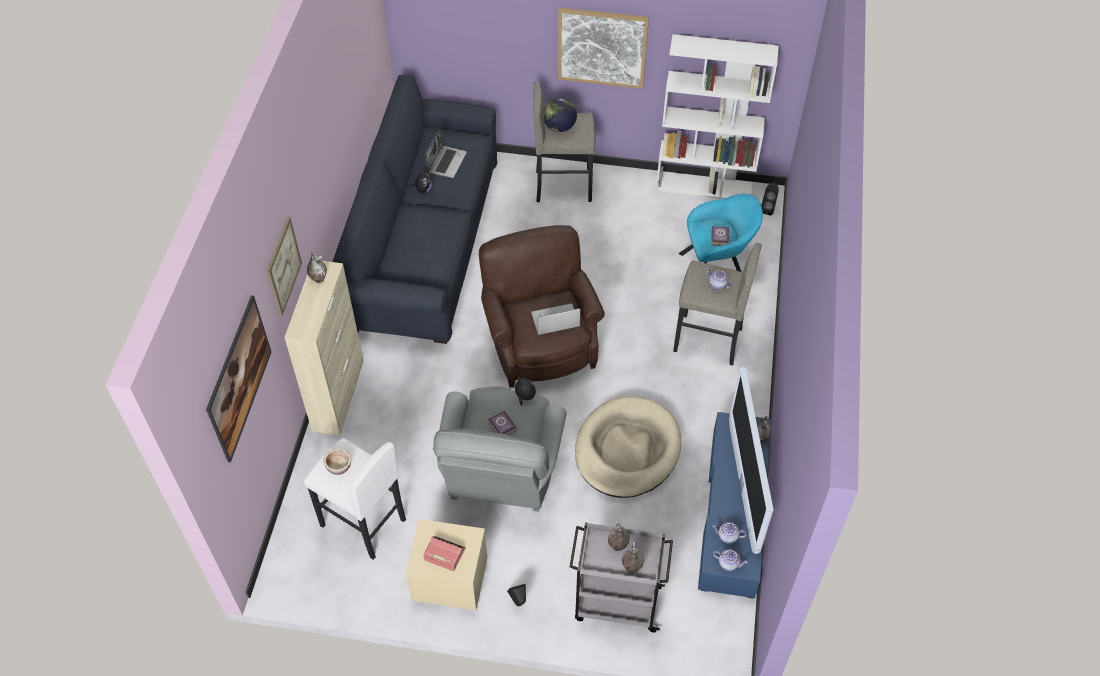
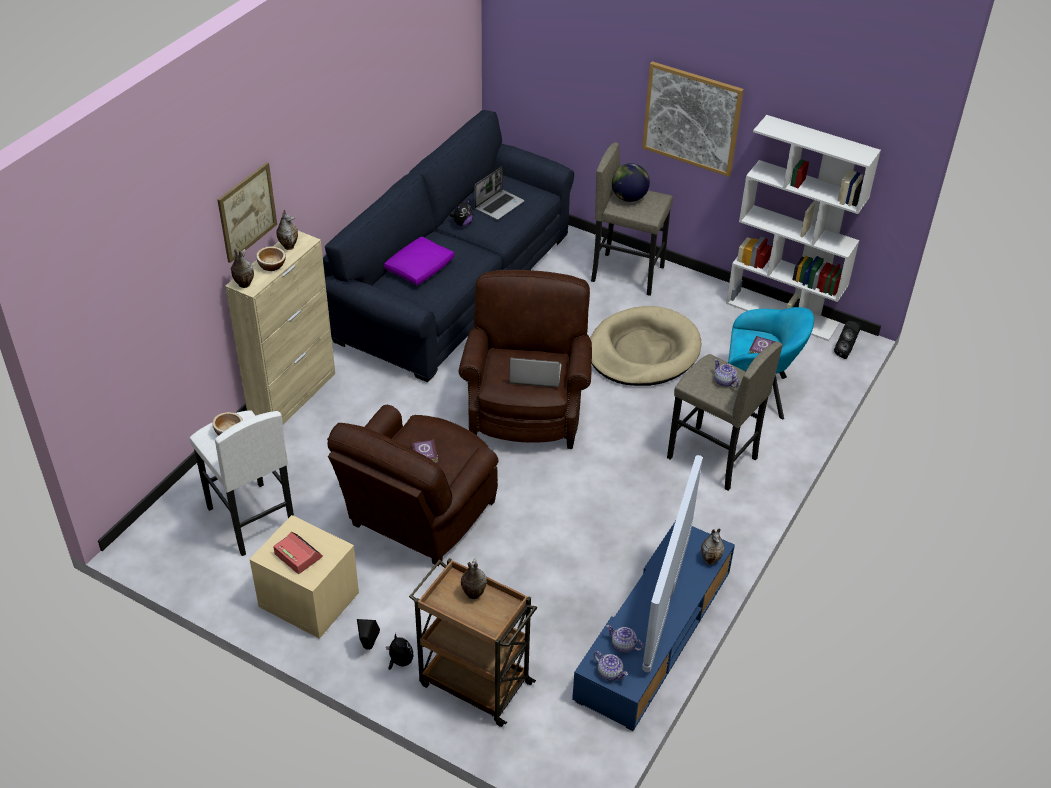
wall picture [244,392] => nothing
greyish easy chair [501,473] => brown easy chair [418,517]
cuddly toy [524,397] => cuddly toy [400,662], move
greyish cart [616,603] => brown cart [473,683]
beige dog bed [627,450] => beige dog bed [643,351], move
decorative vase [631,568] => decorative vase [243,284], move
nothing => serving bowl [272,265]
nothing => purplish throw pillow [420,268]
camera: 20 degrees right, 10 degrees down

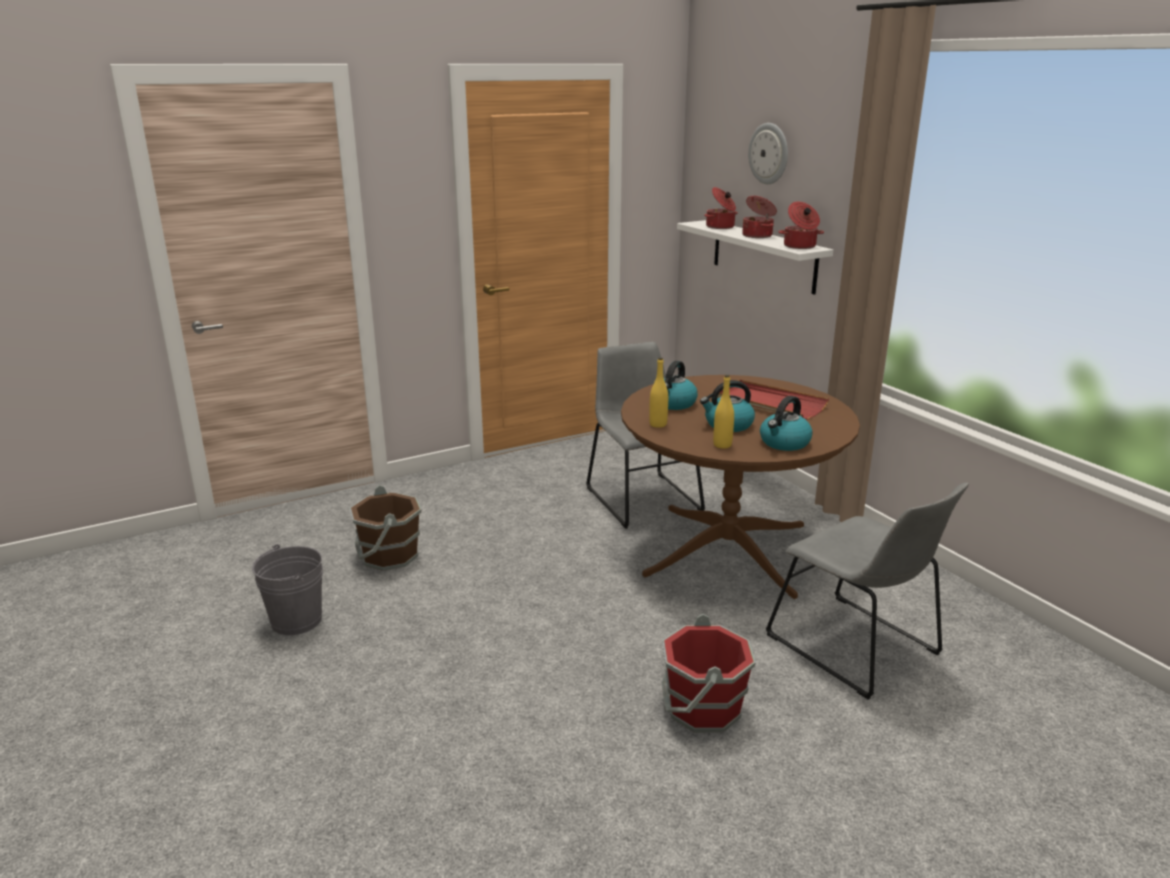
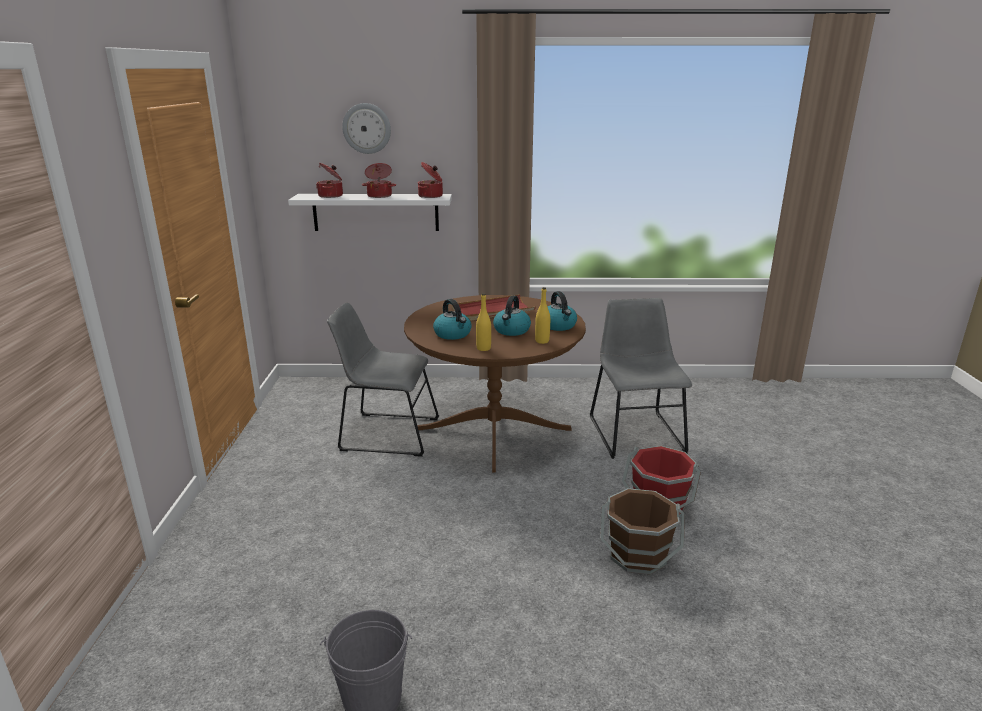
brown pail [388,556] => brown pail [638,555], move
greyish chair [857,648] => greyish chair [635,432], 90 degrees counterclockwise
camera: 60 degrees left, 0 degrees up

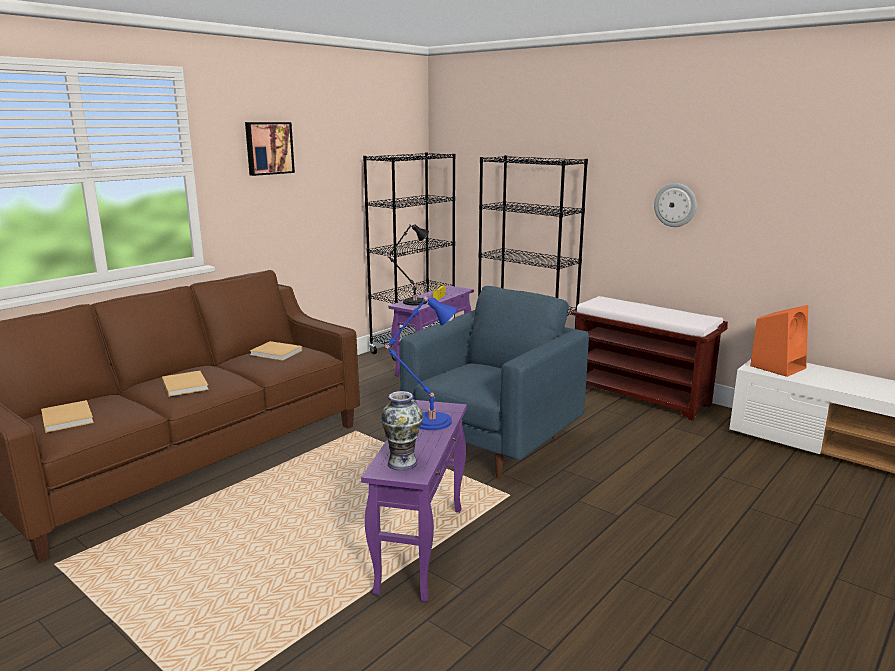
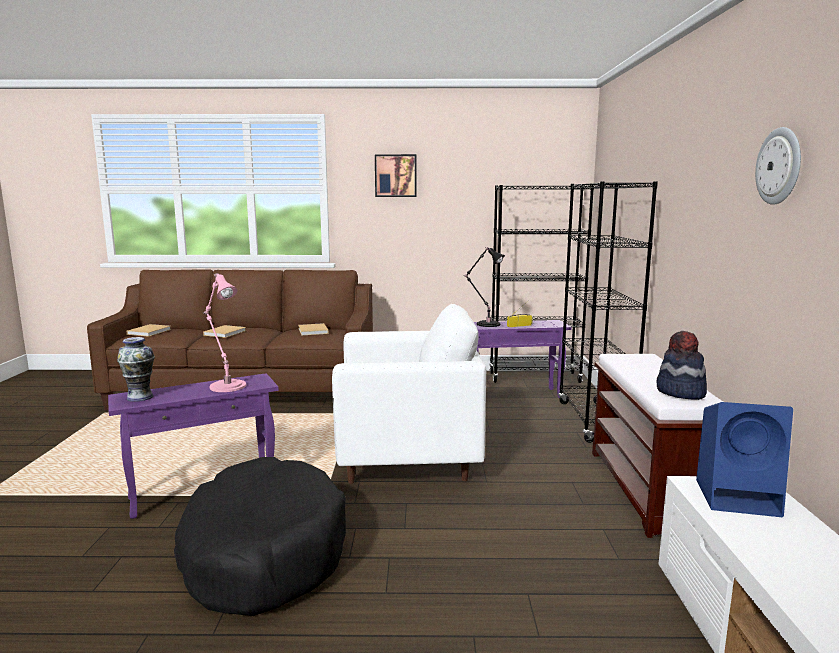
blue tabletop lamp [428,421] => pinkish tabletop lamp [226,385]
blue easy chair [492,444] => whitish easy chair [407,461]
wall clock [675,205] => wall clock [779,166], move
orangey audio speaker [778,367] => blue audio speaker [739,497]
nothing => black-coloured dog bed [263,552]
nothing => wearable hat [680,392]
camera: 50 degrees right, 5 degrees down

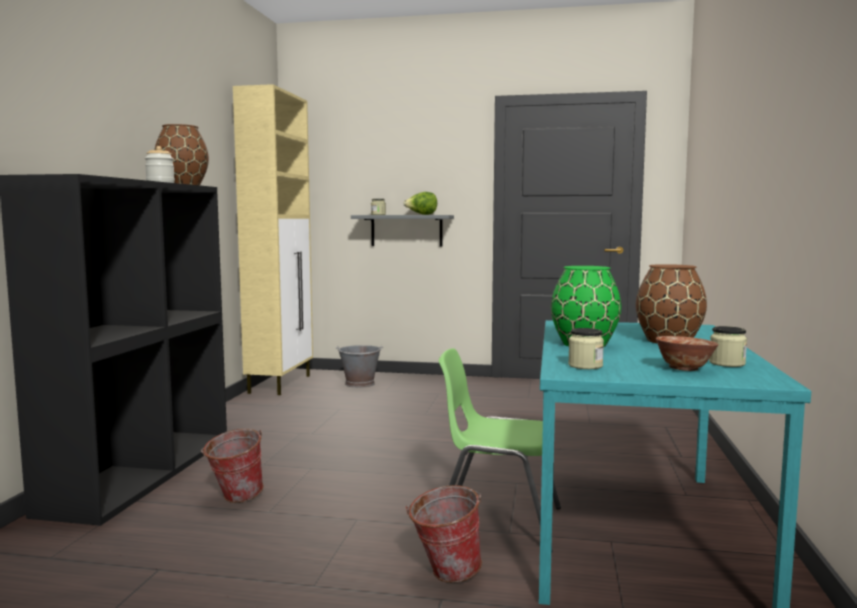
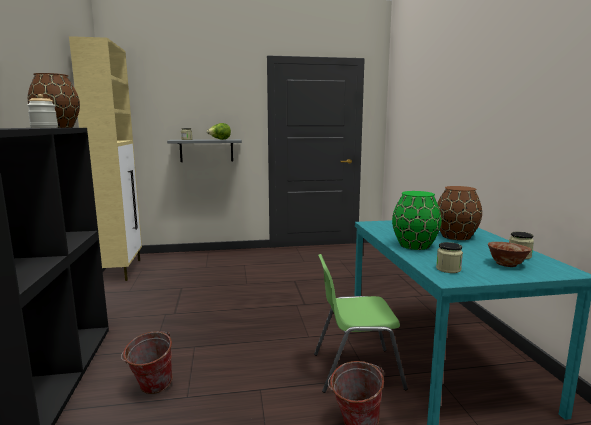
greyish pail [360,384] => nothing
camera: 20 degrees left, 5 degrees up

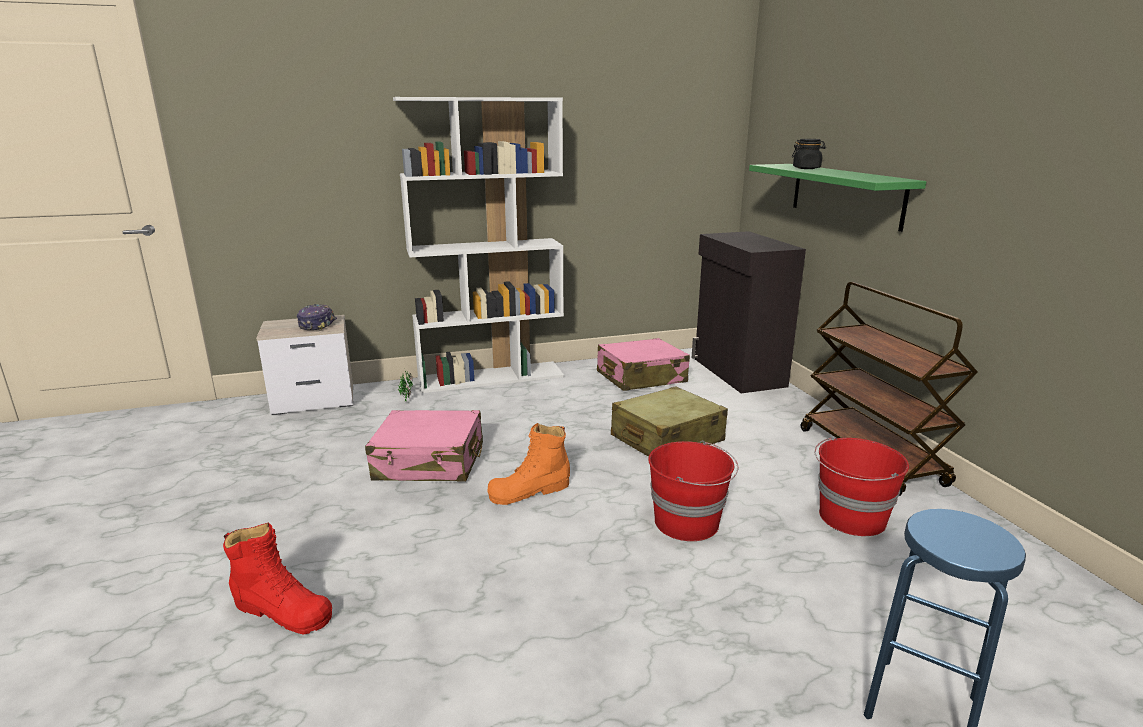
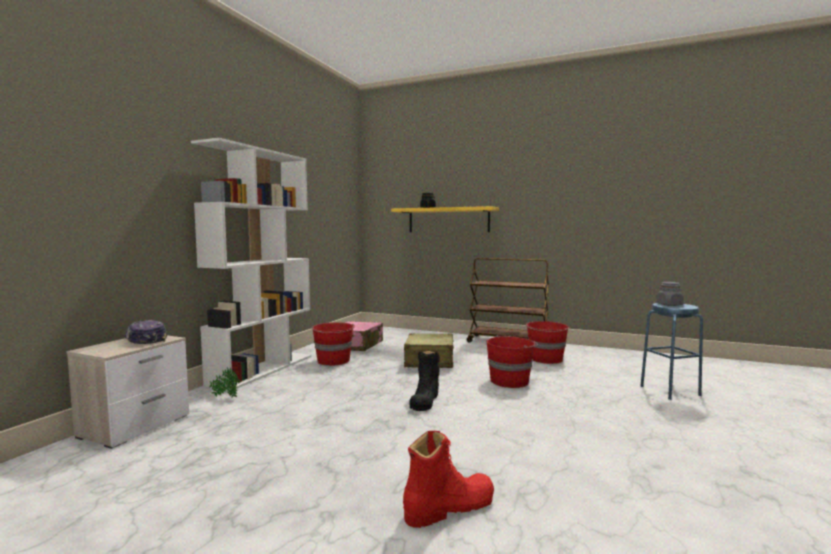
pinkish piece of luggage [429,462] => nothing
orangey boot [529,491] => black-coloured boot [425,400]
black-coloured cupboard [737,373] => nothing
green-coloured wall shelf [845,194] => yellow wall shelf [448,220]
nothing => red-coloured pail [334,361]
nothing => greyish jar [669,305]
camera: 50 degrees left, 15 degrees down

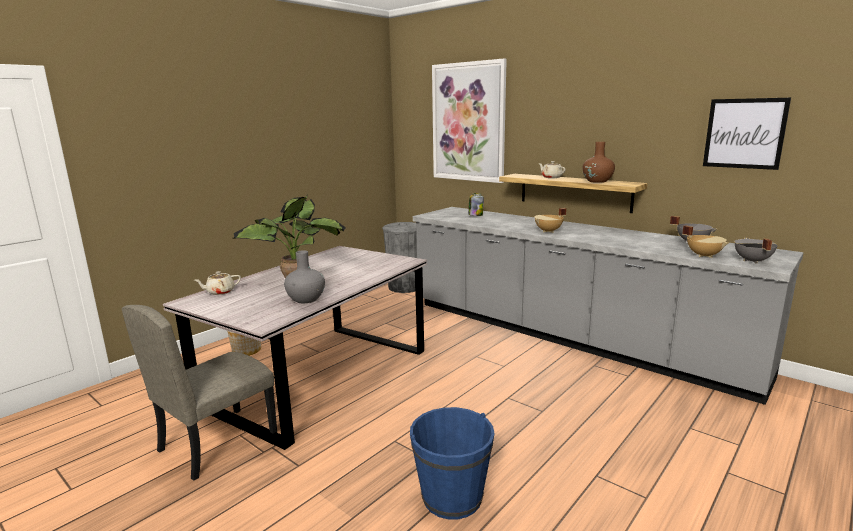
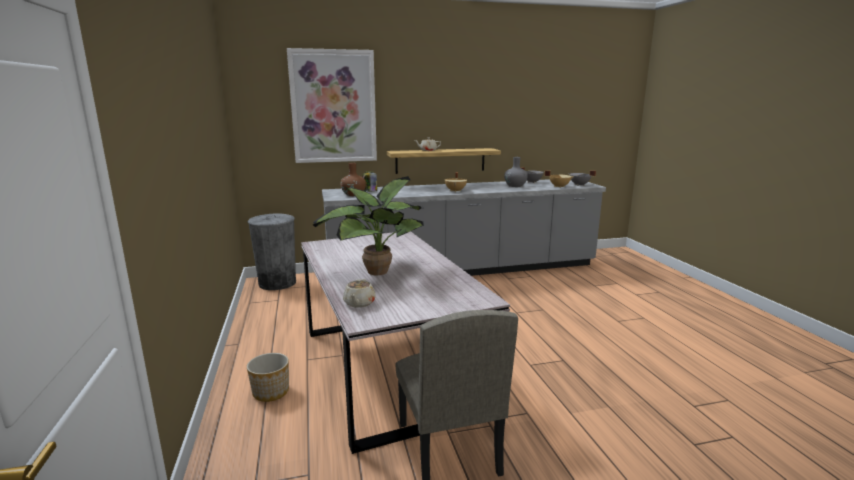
greyish decorative vase [306,299] => greyish decorative vase [515,186], move
blue pail [452,497] => nothing
brown decorative vase [597,181] => brown decorative vase [353,194], move
wall picture [744,133] => nothing
camera: 55 degrees left, 0 degrees up

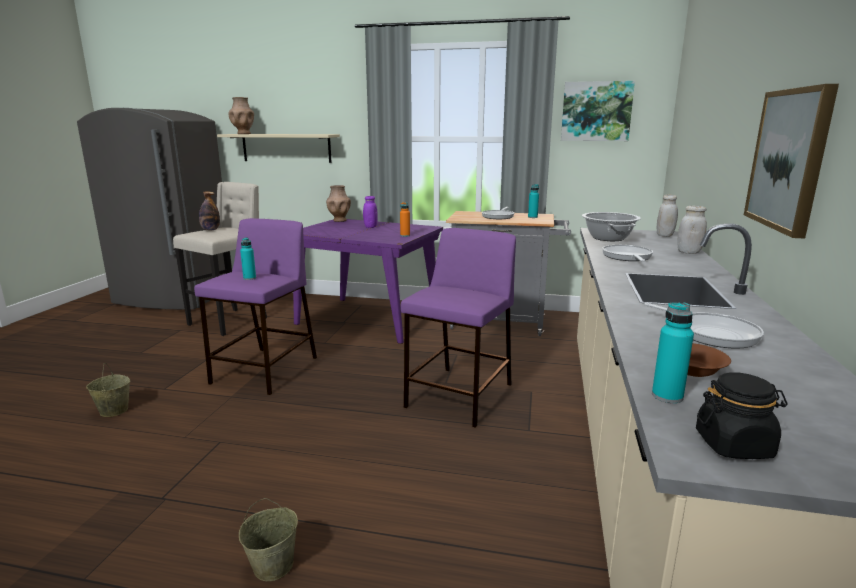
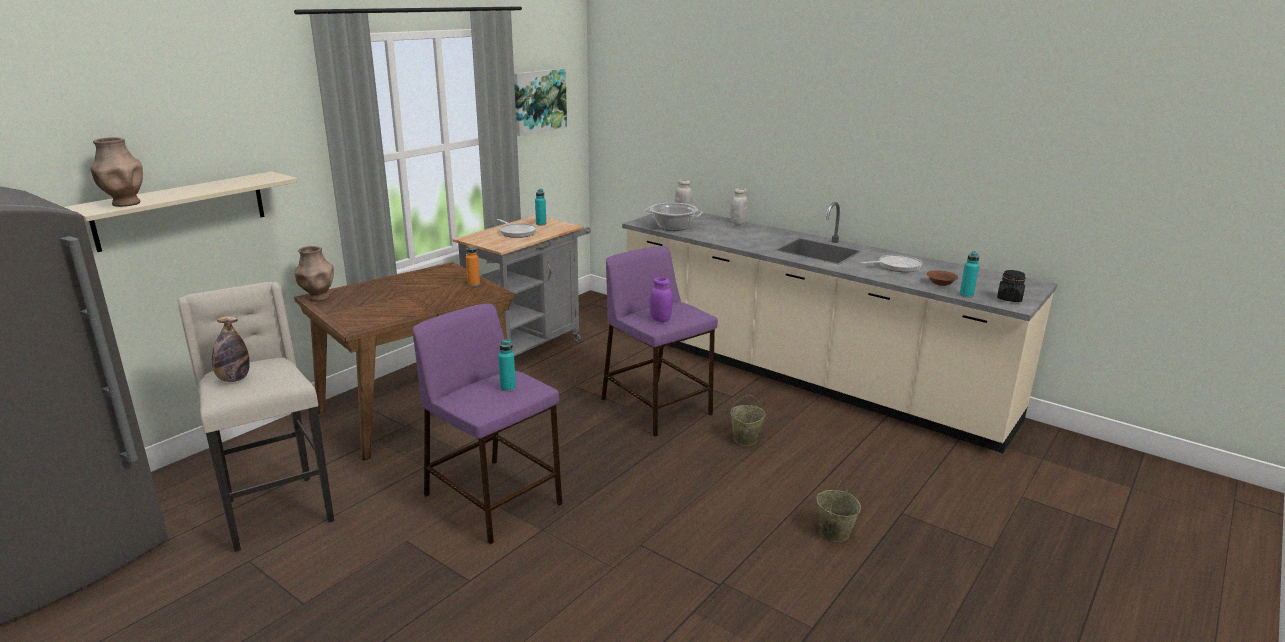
beige pail [113,410] => beige pail [745,440], move
purplish dinner table [369,319] => brown dinner table [418,408]
purplish jar [370,227] => purplish jar [660,319], move
frying pan [627,257] => nothing
wall picture [789,159] => nothing
camera: 65 degrees left, 5 degrees up

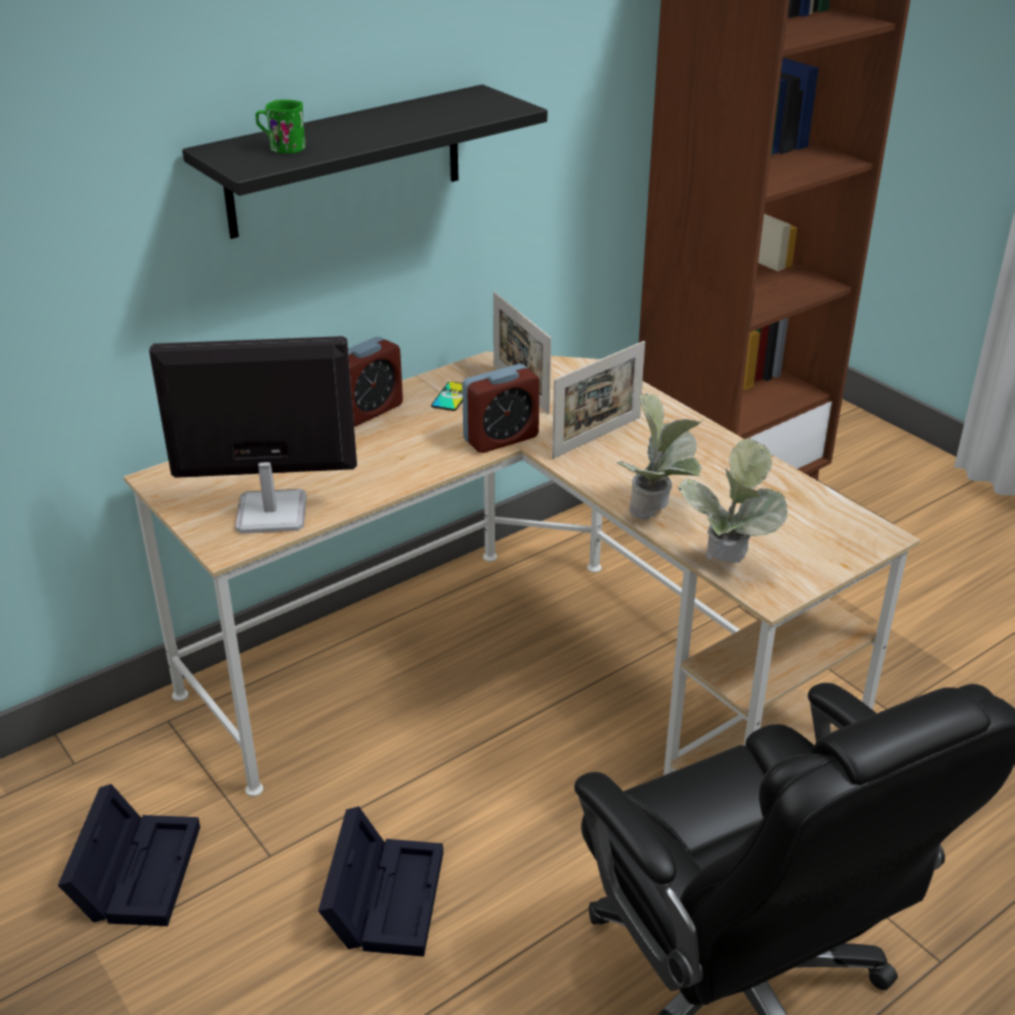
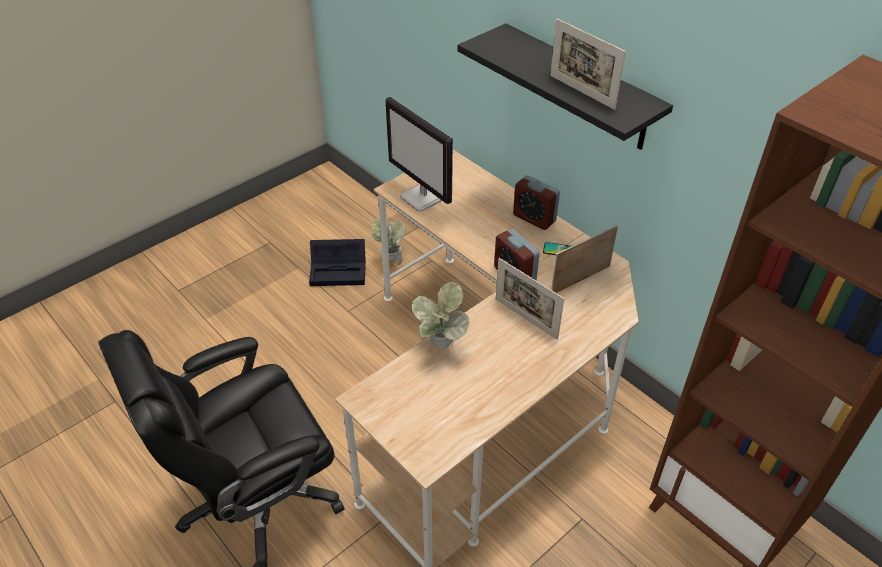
monitor [270,513] => monitor [423,198], 150 degrees clockwise
green-coloured coffee mug [282,147] => nothing
black-coloured storage box [385,895] => nothing
houseplant [725,566] => houseplant [390,260], move
nothing => standing frame [581,92]
camera: 85 degrees right, 10 degrees up

